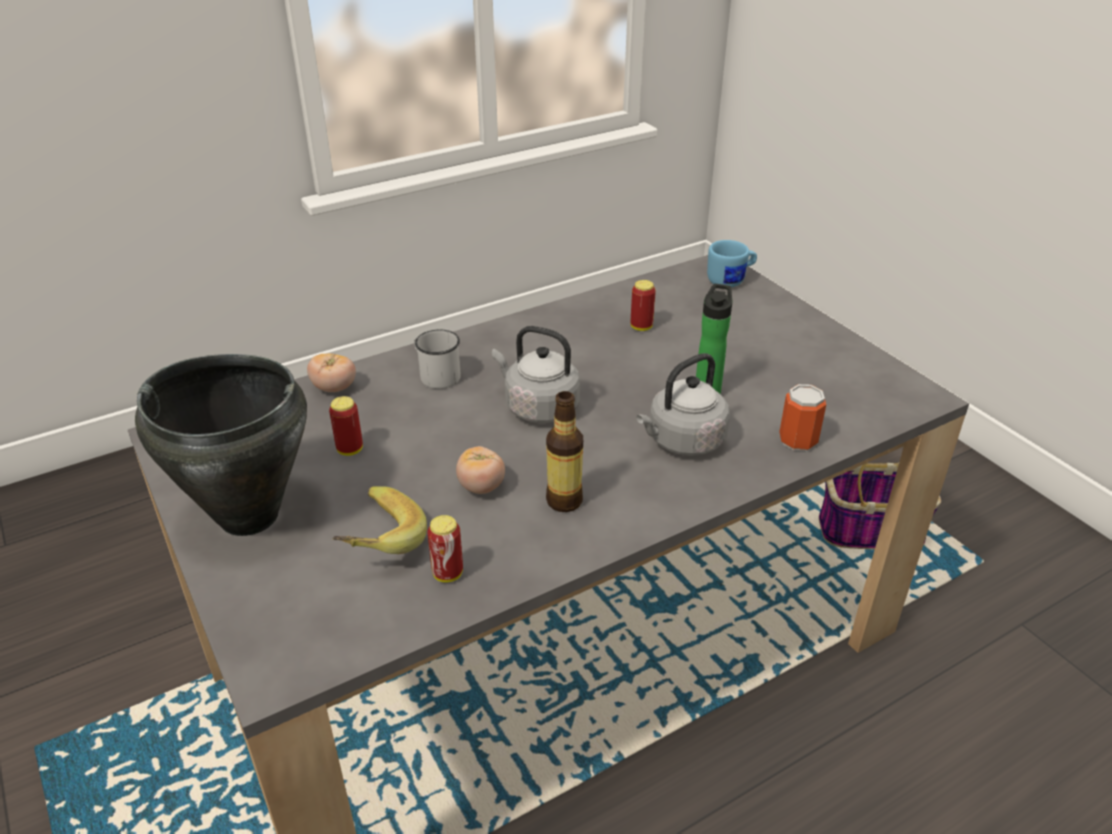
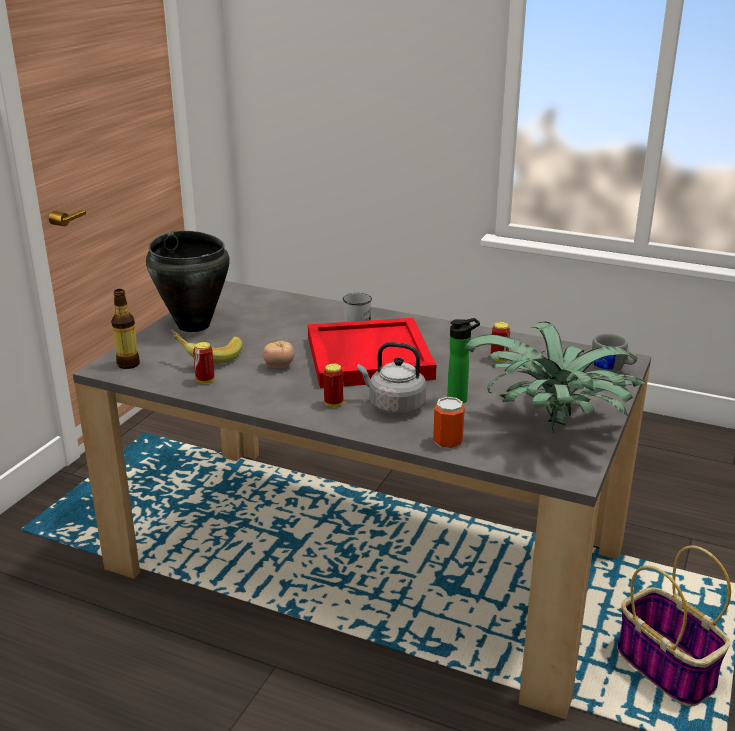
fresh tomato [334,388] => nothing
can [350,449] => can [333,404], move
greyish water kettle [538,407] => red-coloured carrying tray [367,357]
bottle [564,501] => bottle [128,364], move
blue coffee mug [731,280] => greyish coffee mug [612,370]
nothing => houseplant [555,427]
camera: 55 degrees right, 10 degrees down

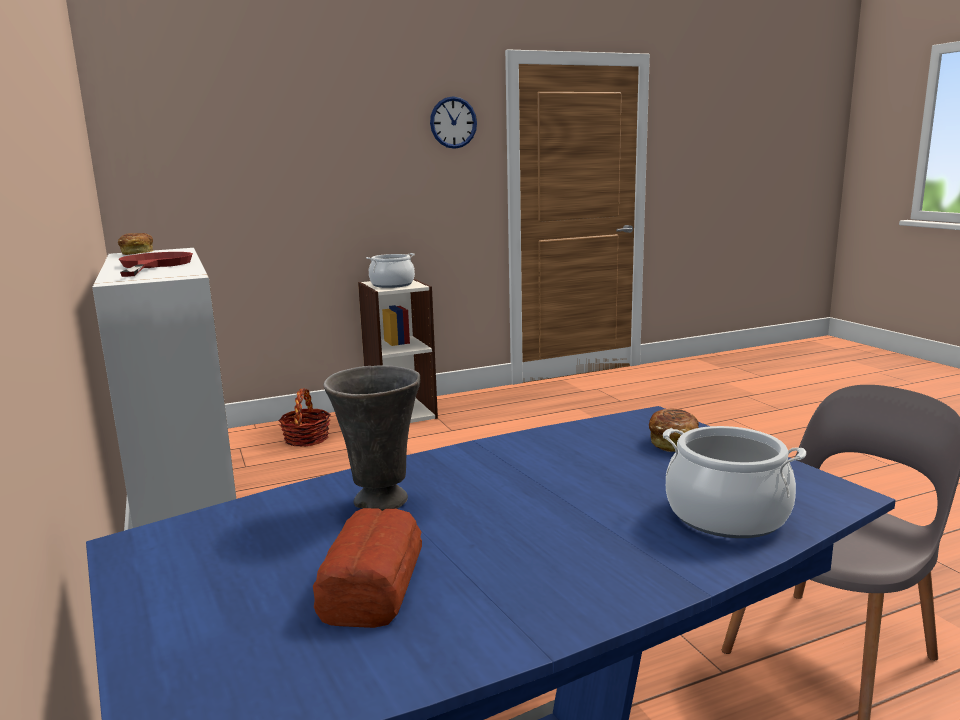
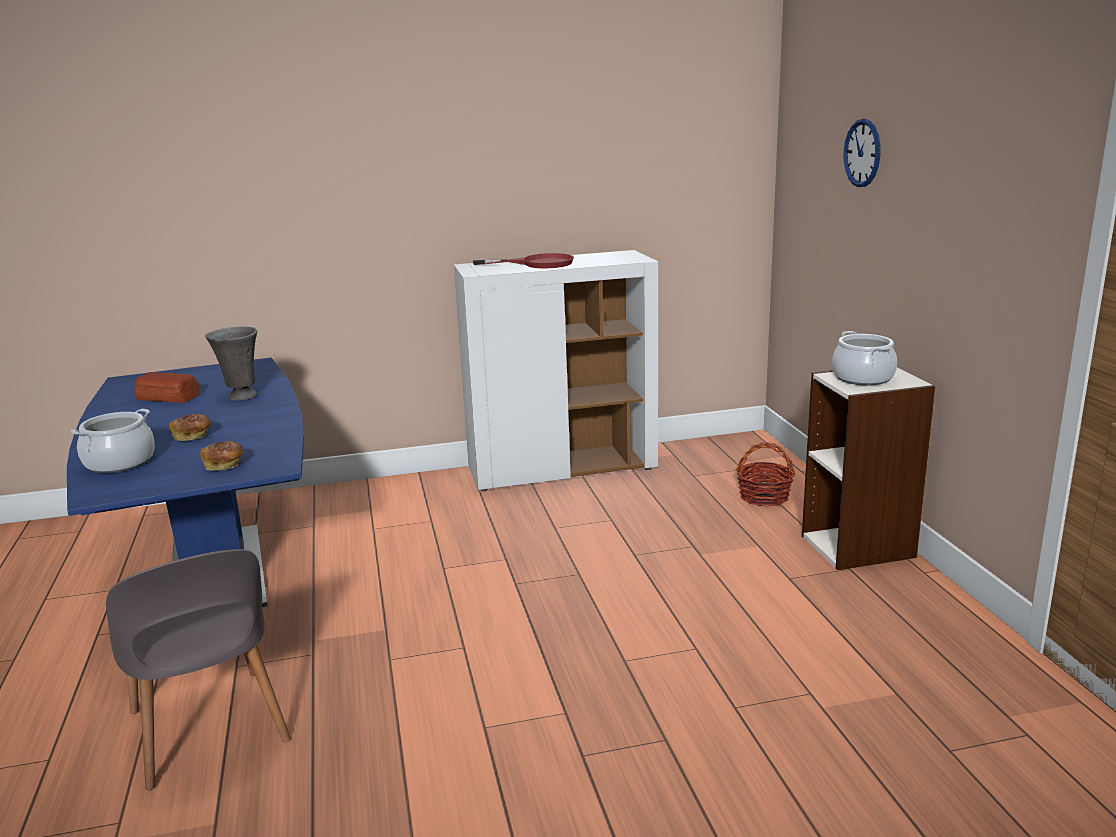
bakery bread [138,253] => bakery bread [193,436], move
wall clock [453,122] => wall clock [862,153], move
camera: 100 degrees right, 5 degrees up

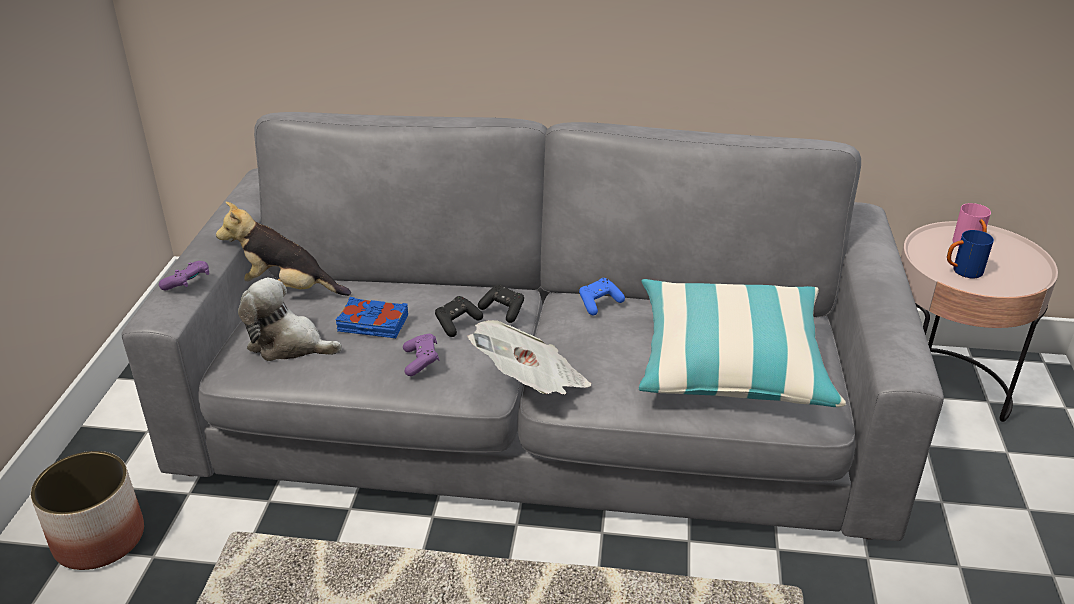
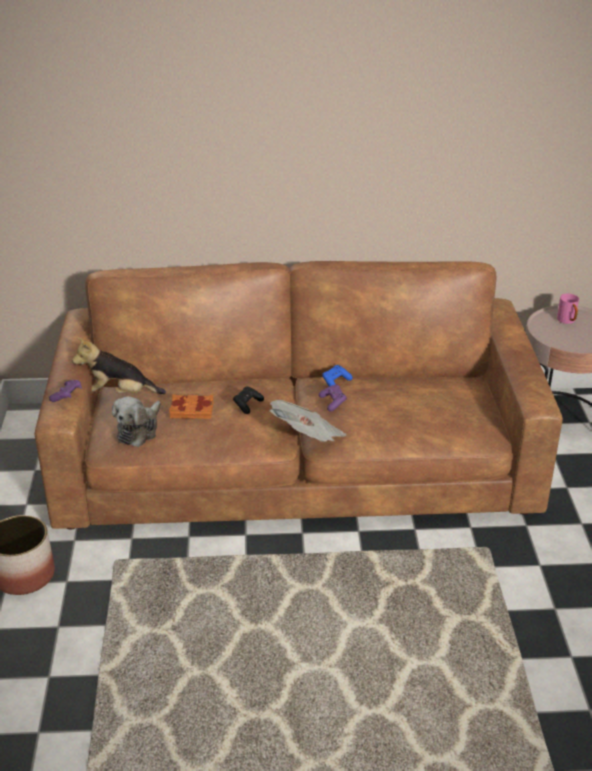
greyish couch [537,411] => brown couch [295,461]
cuddly toy [288,344] => cuddly toy [139,430], 75 degrees counterclockwise
blue volume [373,324] => orangey volume [191,411]
purplish game controller [421,361] => purplish game controller [333,402], move
black-coloured game controller [503,310] => nothing
throw pillow [731,362] => nothing
blue coffee mug [962,272] => nothing
camera: 10 degrees left, 0 degrees up

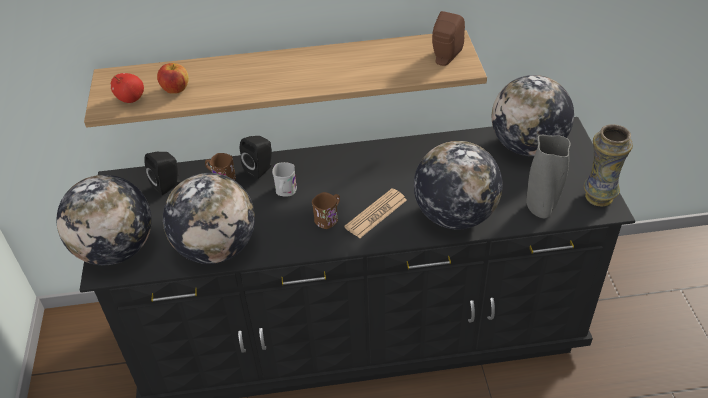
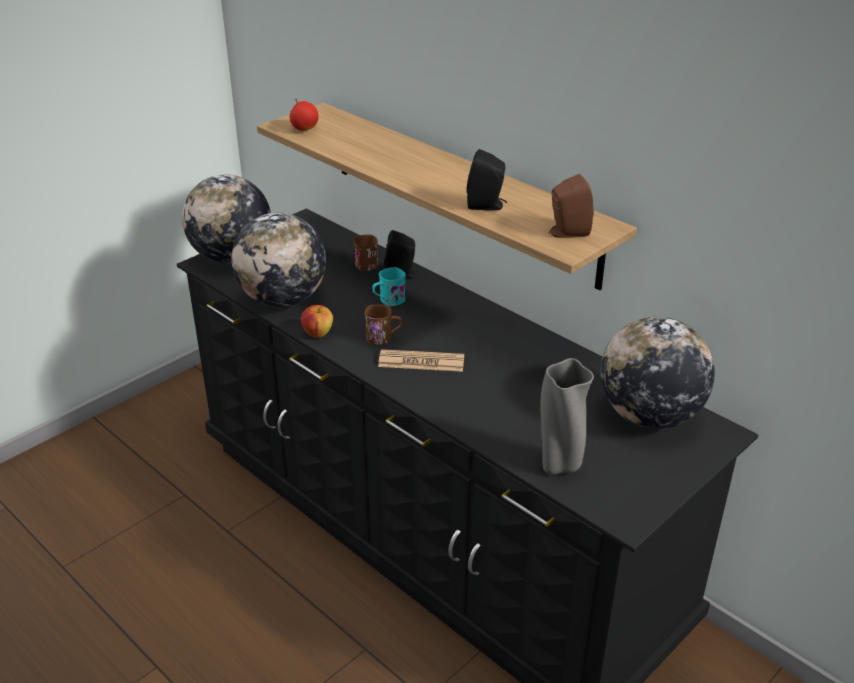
black-coloured audio speaker [168,185] => black-coloured audio speaker [487,206], move
apple fruit [175,89] => apple fruit [318,333], move
whitish coffee mug [285,192] => turquoise coffee mug [388,301]
world globe [454,215] => nothing
decorative vase [598,196] => nothing
camera: 50 degrees right, 10 degrees down

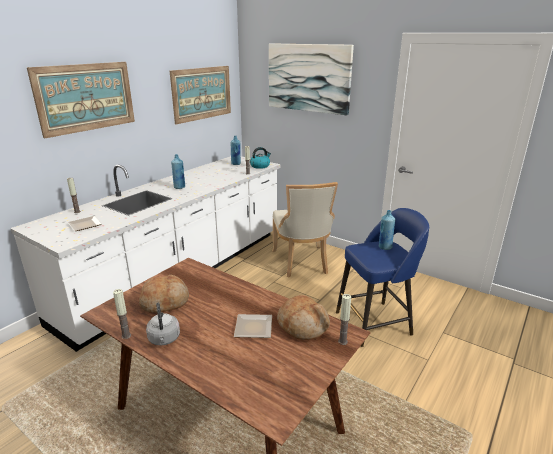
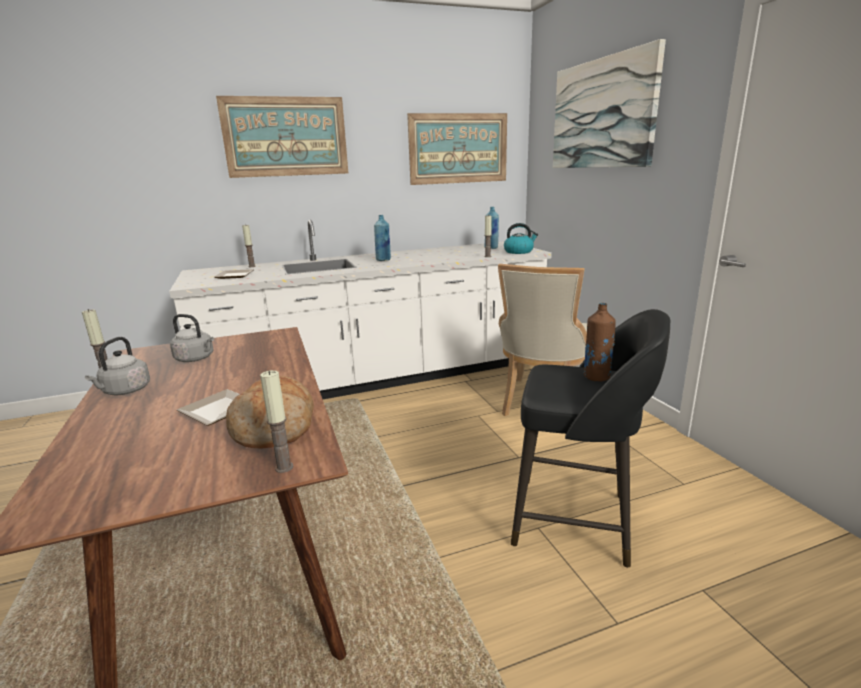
bakery bread [165,301] => greyish water kettle [196,359]
blue sitting stool [375,323] => black-coloured sitting stool [575,520]
blue bottle [385,247] => brown bottle [596,377]
camera: 35 degrees right, 5 degrees down

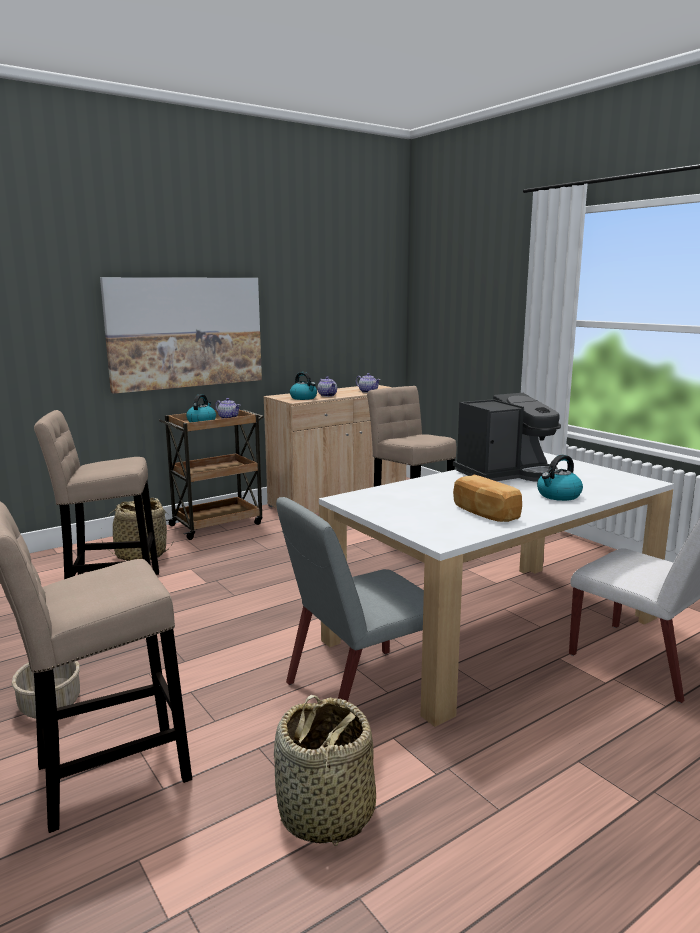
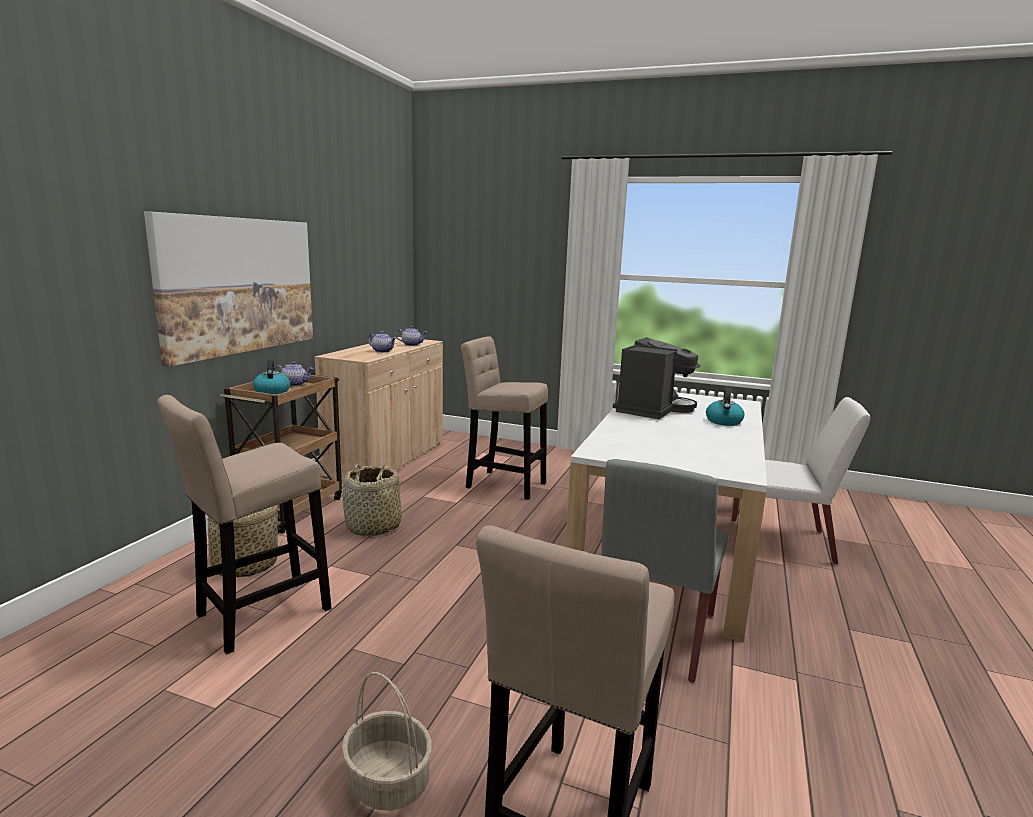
storage basket [325,814] => storage basket [373,527], move
water kettle [304,398] => nothing
bakery bread [484,513] => nothing
camera: 35 degrees left, 0 degrees up

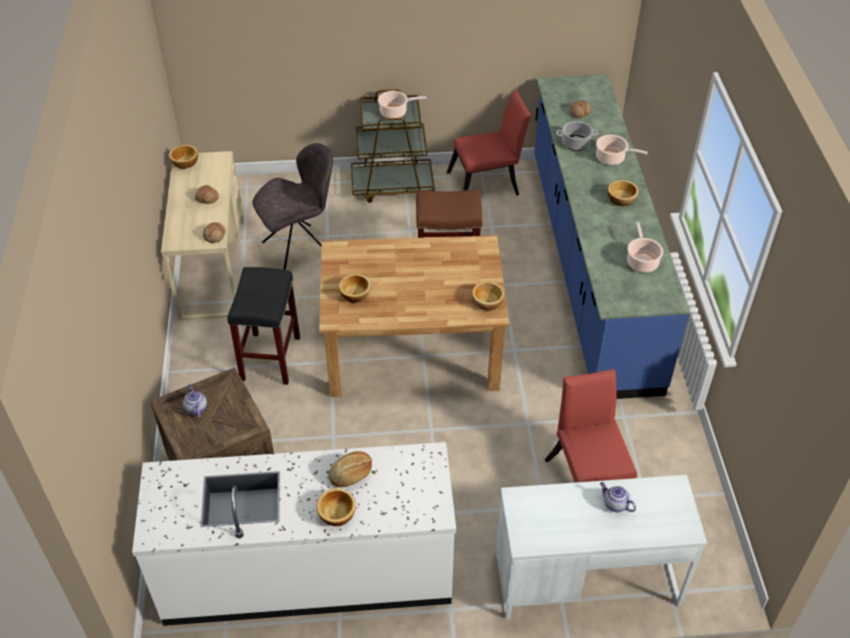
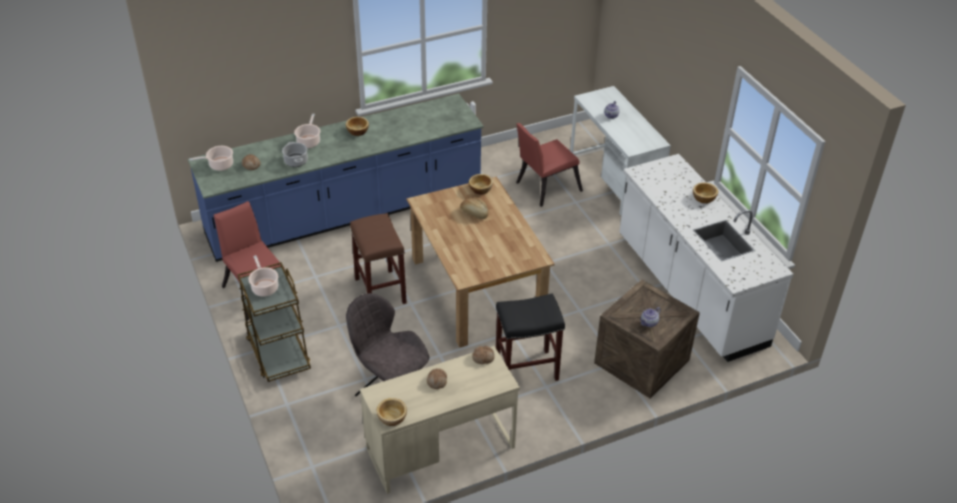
bakery bread [351,474] => bakery bread [474,213], move
serving bowl [355,294] => nothing
saucepot [642,261] => saucepot [219,165], move
camera: 110 degrees left, 5 degrees down

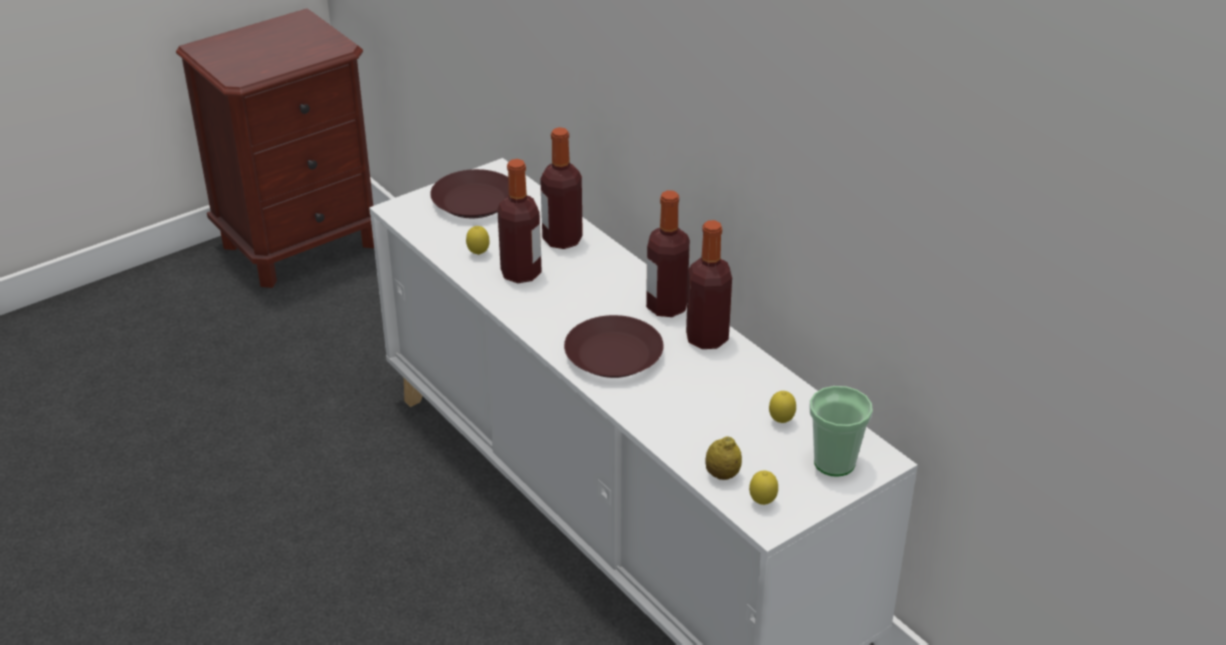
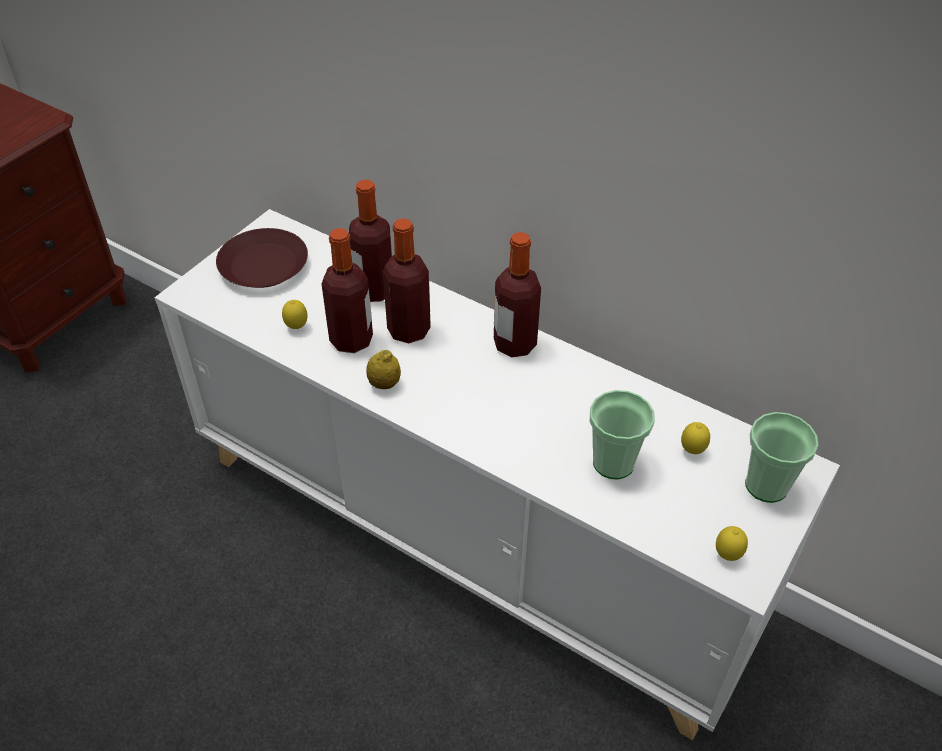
brown dinner plate [612,355] => nothing
bottle [707,338] => bottle [409,330], move
lemon [722,475] => lemon [384,384], move
nothing => cup [613,463]
camera: 20 degrees left, 10 degrees up

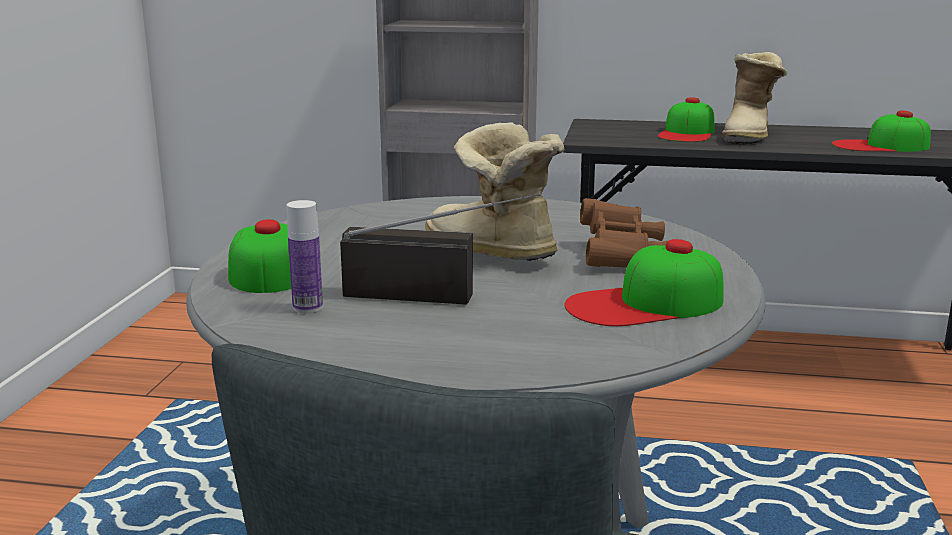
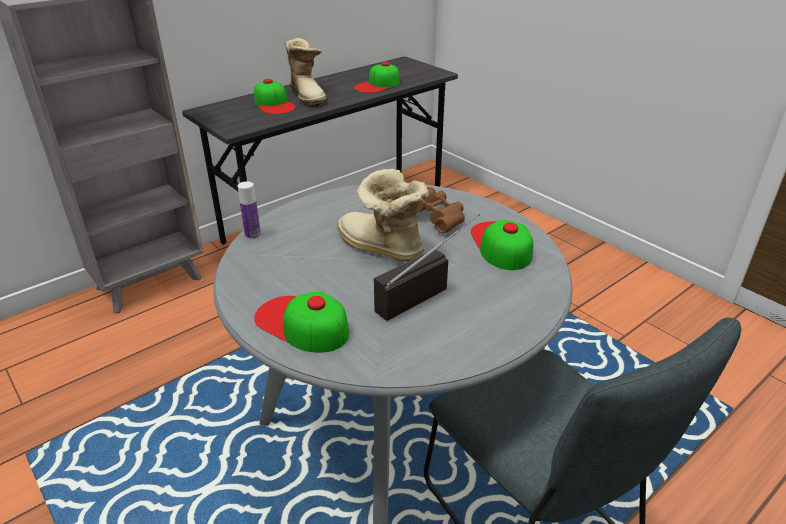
bottle [307,307] => bottle [253,235], move
boot [489,253] => boot [380,248], 45 degrees clockwise
cap [645,304] => cap [501,244], 150 degrees clockwise
camera: 50 degrees left, 15 degrees up

